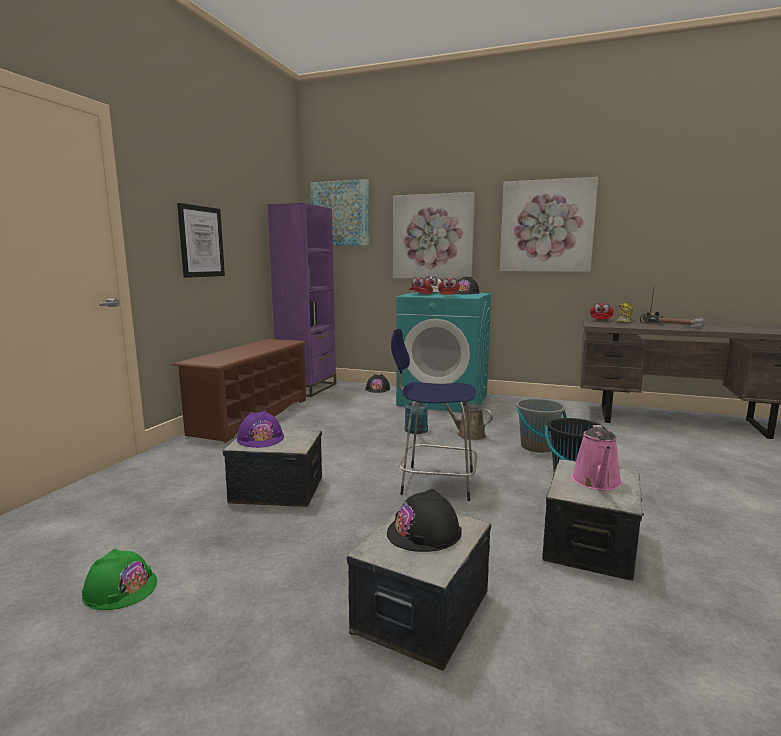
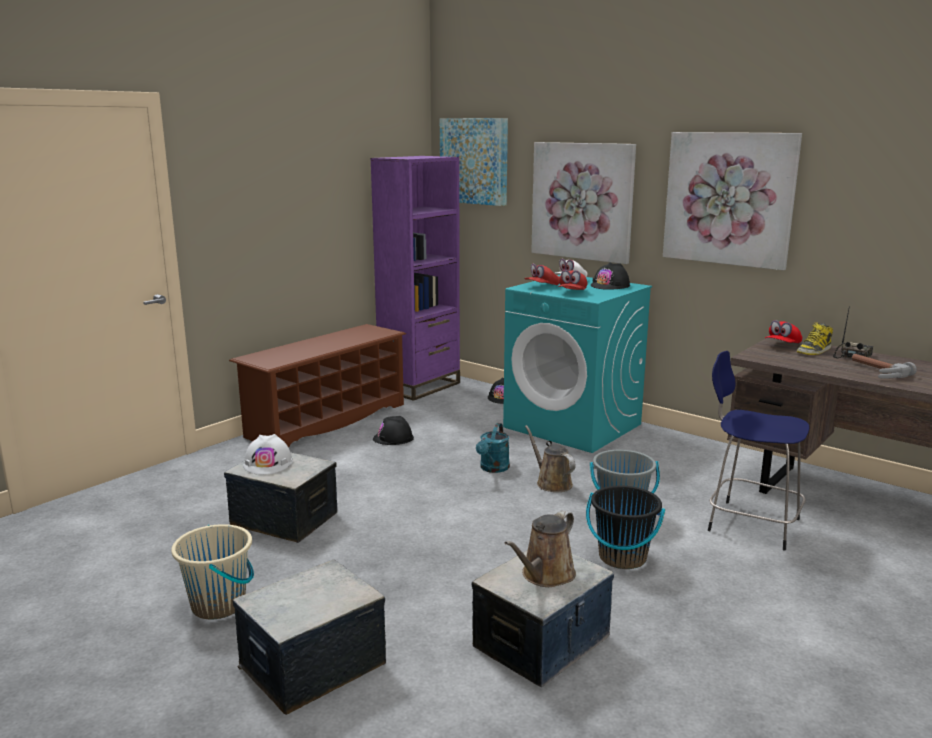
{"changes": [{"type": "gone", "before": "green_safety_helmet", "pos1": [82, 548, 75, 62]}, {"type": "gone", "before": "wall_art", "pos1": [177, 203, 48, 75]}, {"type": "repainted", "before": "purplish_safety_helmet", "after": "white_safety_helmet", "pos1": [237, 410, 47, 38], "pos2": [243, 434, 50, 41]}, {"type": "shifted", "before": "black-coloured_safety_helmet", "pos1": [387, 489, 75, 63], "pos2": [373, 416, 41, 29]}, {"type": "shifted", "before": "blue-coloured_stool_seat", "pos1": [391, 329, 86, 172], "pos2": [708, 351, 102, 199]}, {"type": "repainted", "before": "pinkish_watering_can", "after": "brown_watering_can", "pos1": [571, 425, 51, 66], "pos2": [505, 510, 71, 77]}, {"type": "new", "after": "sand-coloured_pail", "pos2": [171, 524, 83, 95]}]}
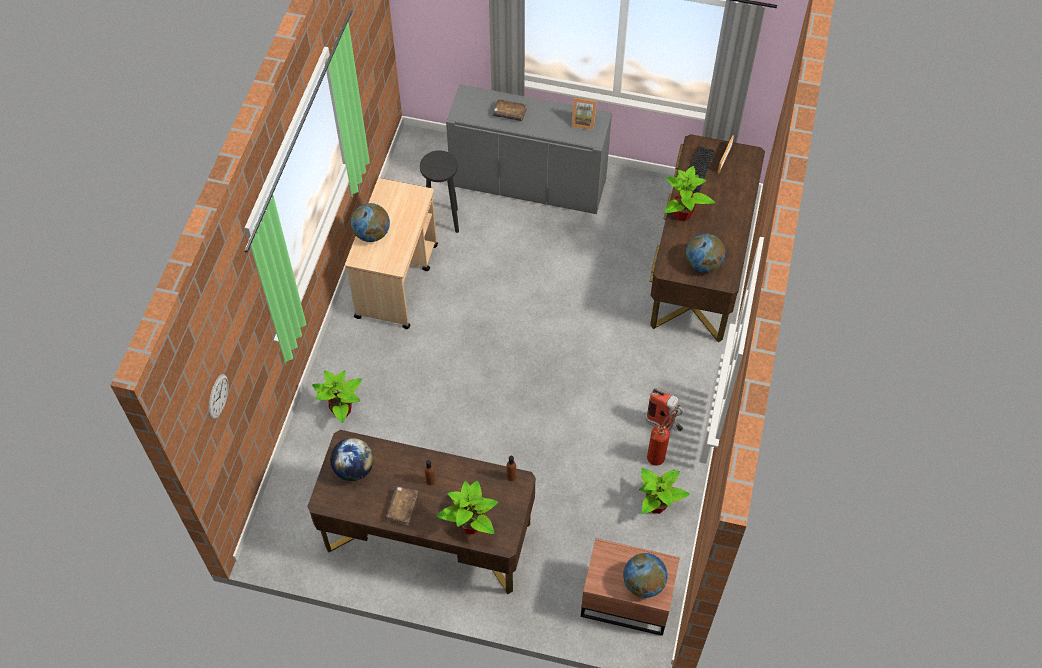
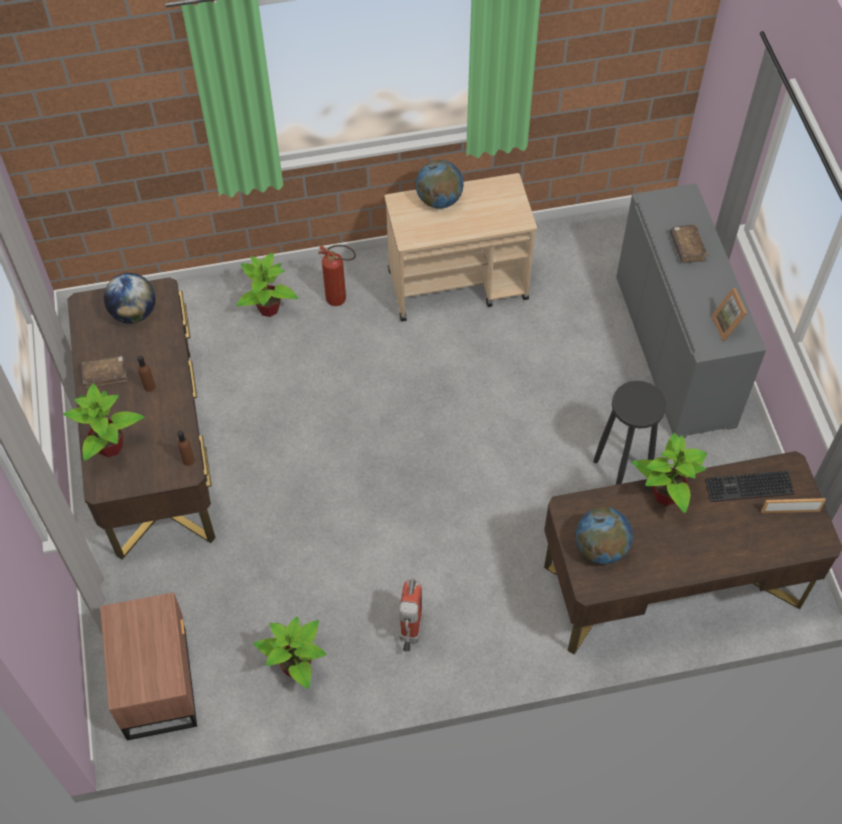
{"changes": [{"type": "gone", "before": "hanging_clock", "pos1": [209, 374, 20, 45]}, {"type": "shifted", "before": "black-coloured_stool_seat", "pos1": [420, 150, 39, 83], "pos2": [593, 381, 73, 104]}, {"type": "gone", "before": "world_globe", "pos1": [623, 553, 44, 45]}, {"type": "shifted", "before": "fire-fighting_cylinder", "pos1": [647, 409, 31, 57], "pos2": [317, 245, 39, 61]}]}
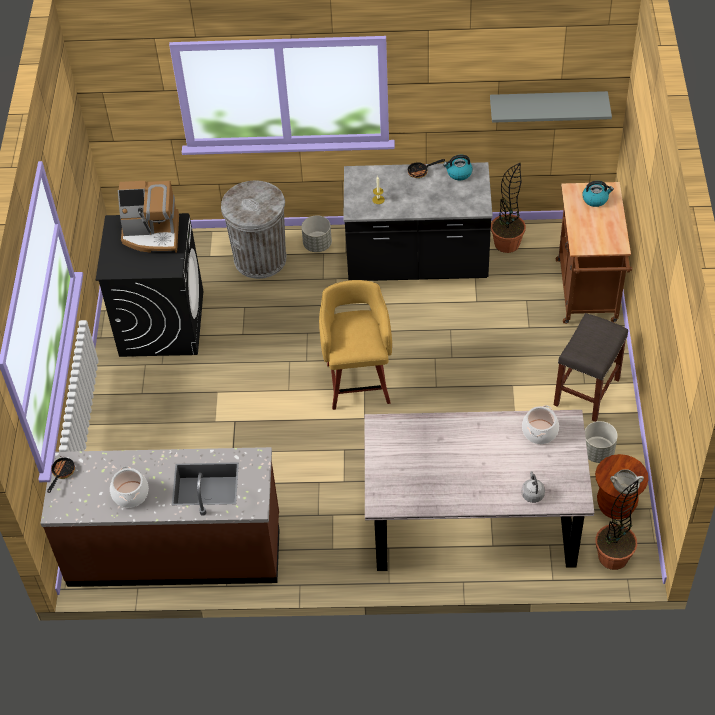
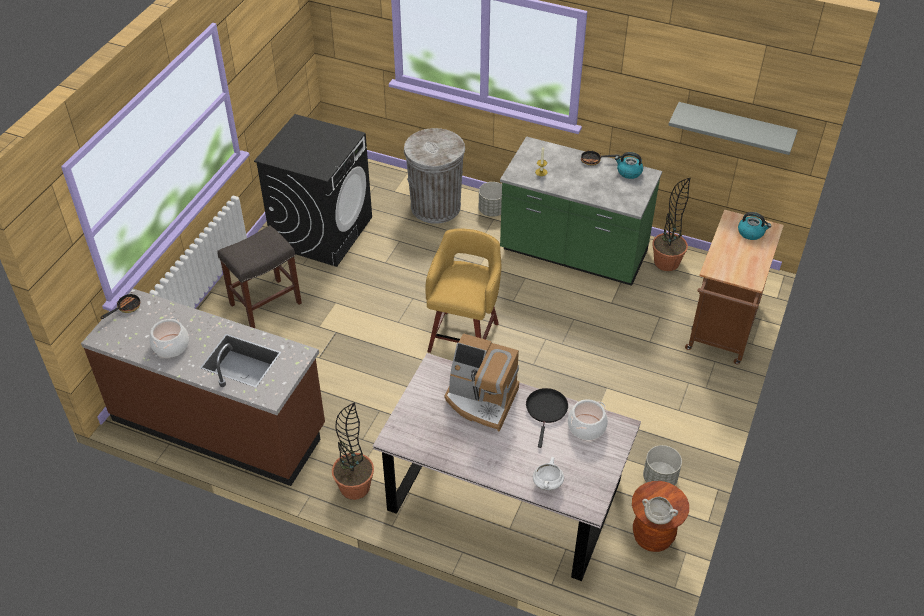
{"changes": [{"type": "shifted", "before": "coffee_machine", "pos1": [118, 181, 61, 72], "pos2": [444, 333, 75, 99]}, {"type": "repainted", "before": "black-coloured_kitchen_base_unit", "after": "green_kitchen_base_unit", "pos1": [344, 162, 149, 119], "pos2": [500, 136, 162, 150]}, {"type": "swapped", "before": "greyish_water_kettle", "after": "white_saucepot", "pos1": [522, 471, 23, 32], "pos2": [533, 457, 31, 33]}, {"type": "shifted", "before": "greyish_stool_seat", "pos1": [554, 313, 74, 109], "pos2": [217, 225, 85, 103]}, {"type": "shifted", "before": "plant_in_a_pot", "pos1": [595, 479, 44, 91], "pos2": [332, 402, 42, 98]}, {"type": "new", "after": "black-coloured_skillet", "pos2": [526, 388, 42, 60]}]}
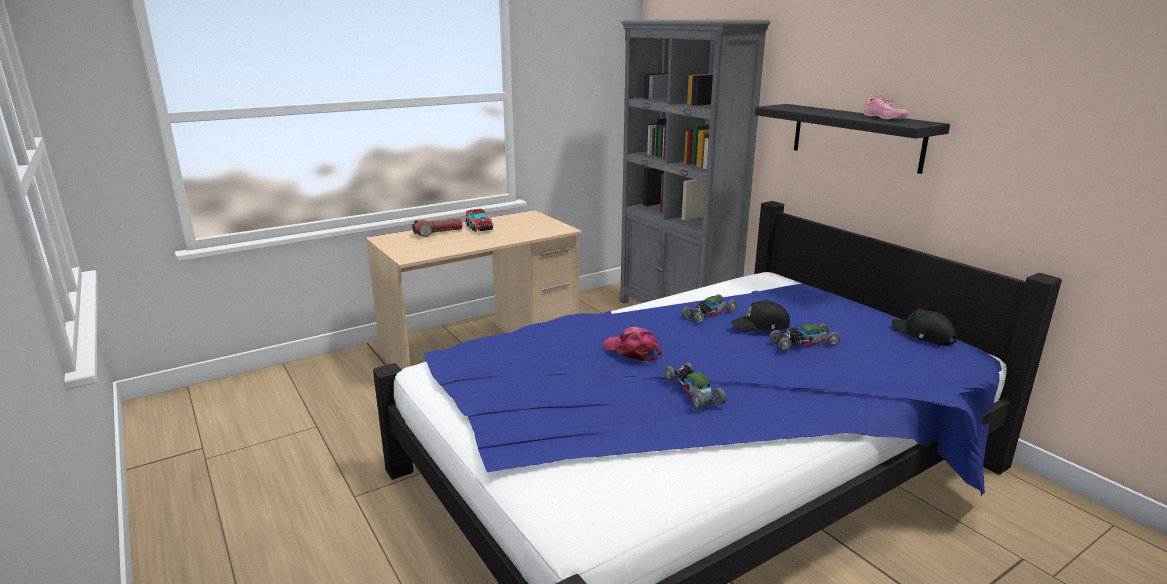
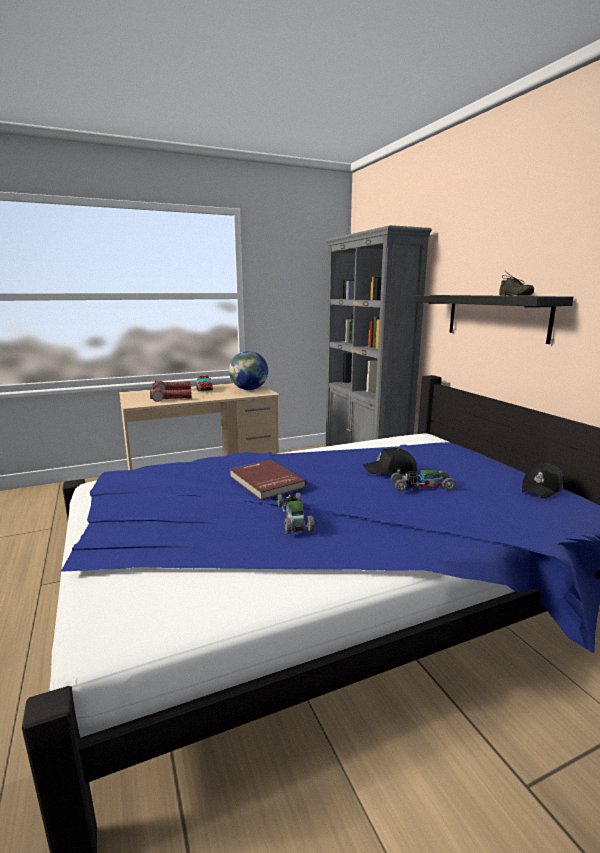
{"changes": [{"type": "swapped", "before": "pinkish_baseball_cap", "after": "red-coloured_book", "pos1": [604, 327, 59, 35], "pos2": [230, 460, 76, 40]}, {"type": "gone", "before": "model_car", "pos1": [681, 294, 56, 30]}, {"type": "repainted", "before": "pinkish_shoe", "after": "greyish_shoe", "pos1": [864, 91, 44, 28], "pos2": [499, 271, 35, 25]}, {"type": "rotated", "before": "black-coloured_baseball_cap", "pos1": [891, 309, 66, 37], "pos2": [522, 463, 41, 36], "turn": -105}, {"type": "new", "after": "flashlight", "pos2": [150, 388, 42, 14]}, {"type": "new", "after": "world_globe", "pos2": [229, 351, 39, 39]}]}
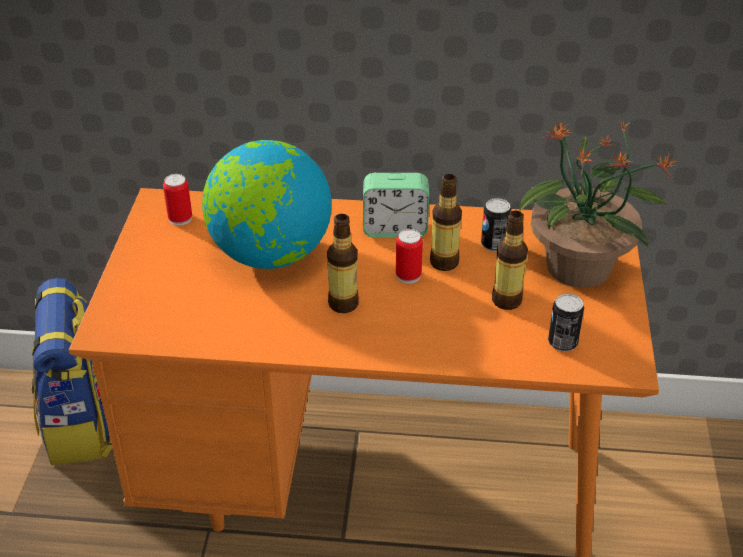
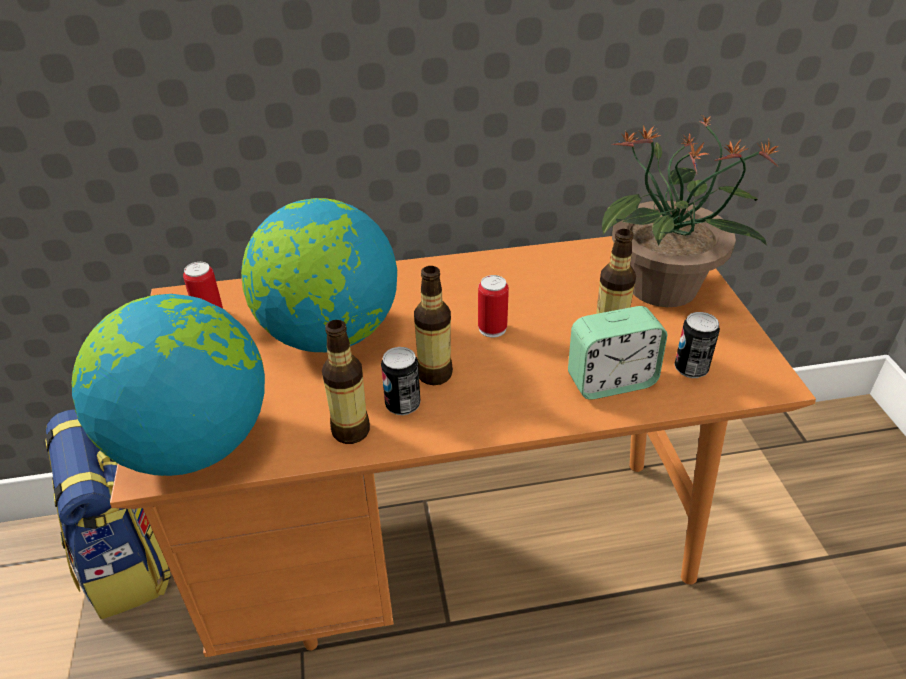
{"changes": [{"type": "shifted", "before": "alarm_clock", "pos1": [363, 173, 66, 65], "pos2": [568, 306, 99, 94]}, {"type": "shifted", "before": "drink_bottle", "pos1": [430, 174, 32, 97], "pos2": [322, 320, 48, 124]}, {"type": "shifted", "before": "metal_can", "pos1": [481, 198, 30, 54], "pos2": [381, 347, 39, 68]}, {"type": "new", "after": "world_globe", "pos2": [72, 294, 193, 182]}]}
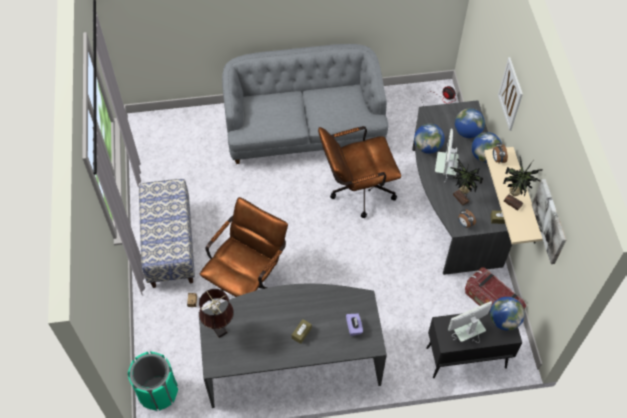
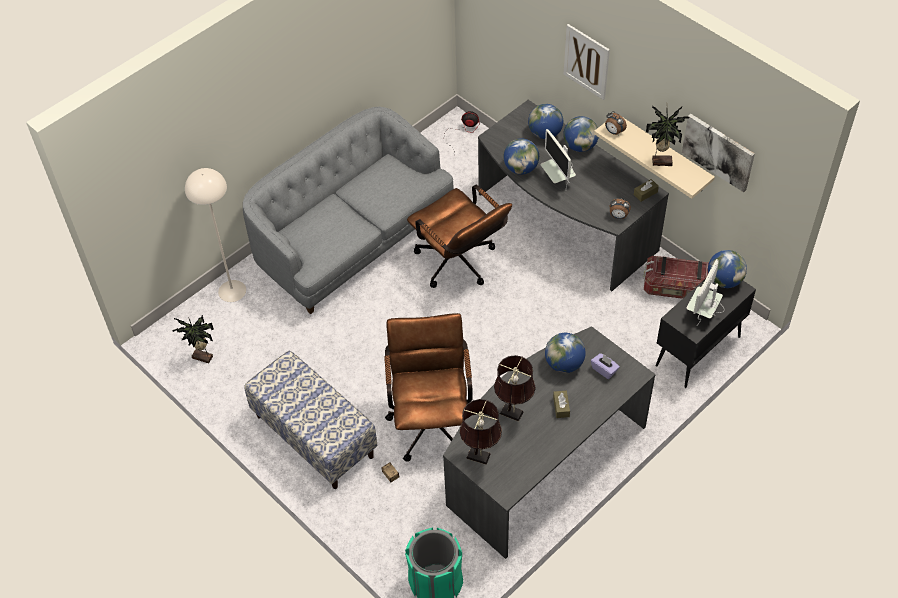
{"changes": [{"type": "rotated", "before": "brown_computer_chair", "pos1": [318, 126, 83, 92], "pos2": [407, 185, 105, 103], "turn": -75}, {"type": "shifted", "before": "plant_in_a_pot", "pos1": [451, 158, 32, 48], "pos2": [172, 315, 42, 48]}, {"type": "new", "after": "sand-coloured_standard_lamp", "pos2": [185, 168, 61, 134]}, {"type": "new", "after": "brown_lamp_for_a_table", "pos2": [494, 355, 42, 67]}, {"type": "new", "after": "world_globe", "pos2": [545, 333, 41, 40]}]}
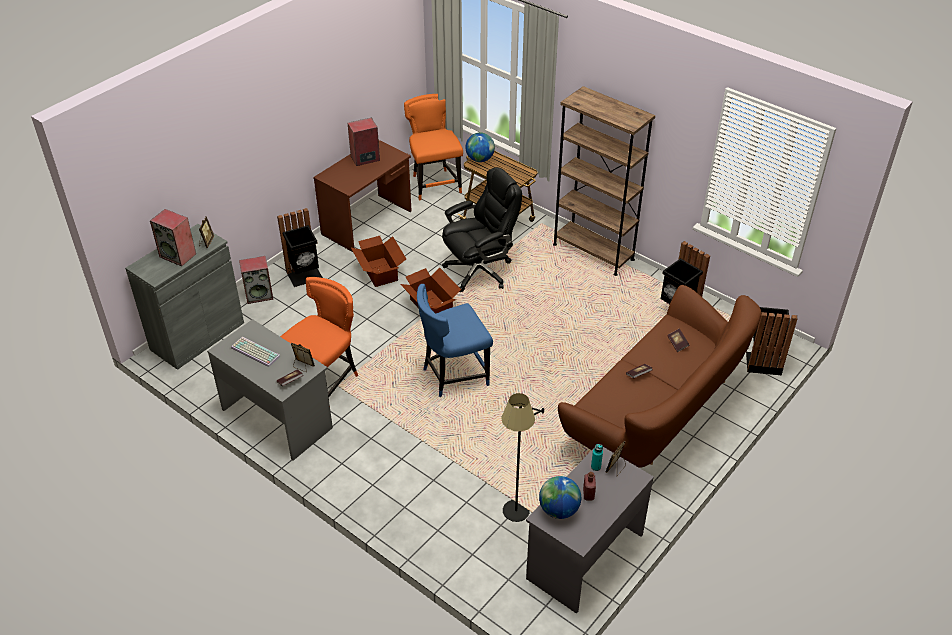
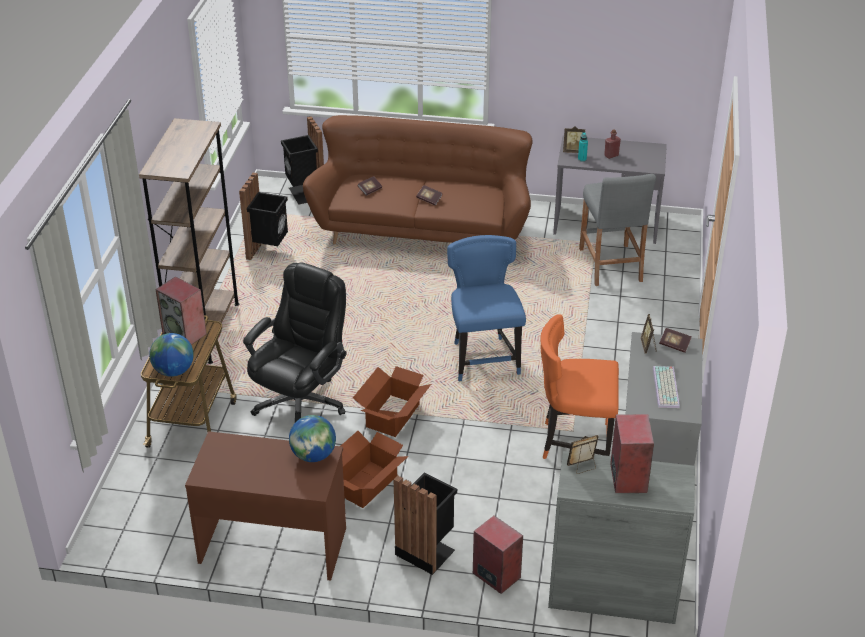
{"changes": [{"type": "shifted", "before": "speaker", "pos1": [348, 118, 32, 48], "pos2": [155, 277, 52, 68]}, {"type": "gone", "before": "orangey_chair", "pos1": [404, 94, 59, 106]}, {"type": "rotated", "before": "blue-coloured_chair", "pos1": [417, 284, 76, 113], "pos2": [447, 235, 79, 146], "turn": -135}, {"type": "rotated", "before": "black-coloured_computer_chair", "pos1": [442, 167, 80, 125], "pos2": [243, 262, 103, 160], "turn": 90}, {"type": "swapped", "before": "black-coloured_standard_lamp", "after": "greyish_stool_seat", "pos1": [501, 393, 43, 129], "pos2": [579, 174, 77, 112]}, {"type": "shifted", "before": "world_globe", "pos1": [539, 476, 42, 43], "pos2": [289, 415, 47, 47]}]}
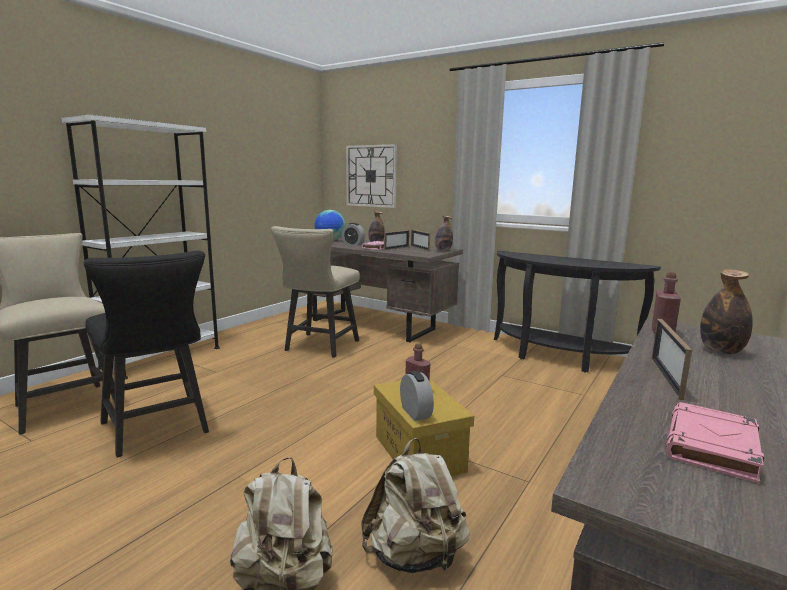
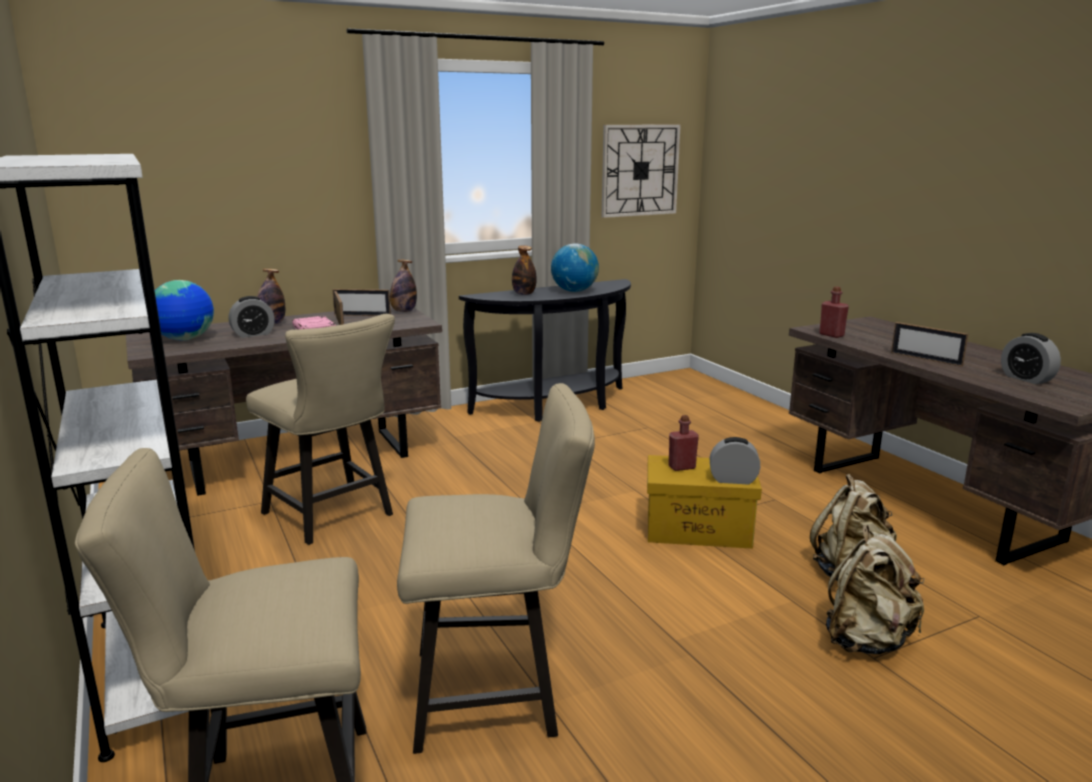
{"changes": [{"type": "repainted", "before": "black-coloured_chair", "after": "sand-coloured_chair", "pos1": [84, 251, 125, 207], "pos2": [397, 383, 198, 371]}, {"type": "shifted", "before": "hanging_clock", "pos1": [346, 144, 51, 64], "pos2": [602, 125, 79, 93]}, {"type": "swapped", "before": "pinkish_book", "after": "alarm_clock", "pos1": [666, 402, 98, 82], "pos2": [1001, 333, 60, 51]}, {"type": "shifted", "before": "drink_bottle", "pos1": [700, 269, 53, 85], "pos2": [512, 246, 25, 49]}, {"type": "new", "after": "world_globe", "pos2": [551, 244, 48, 48]}]}
